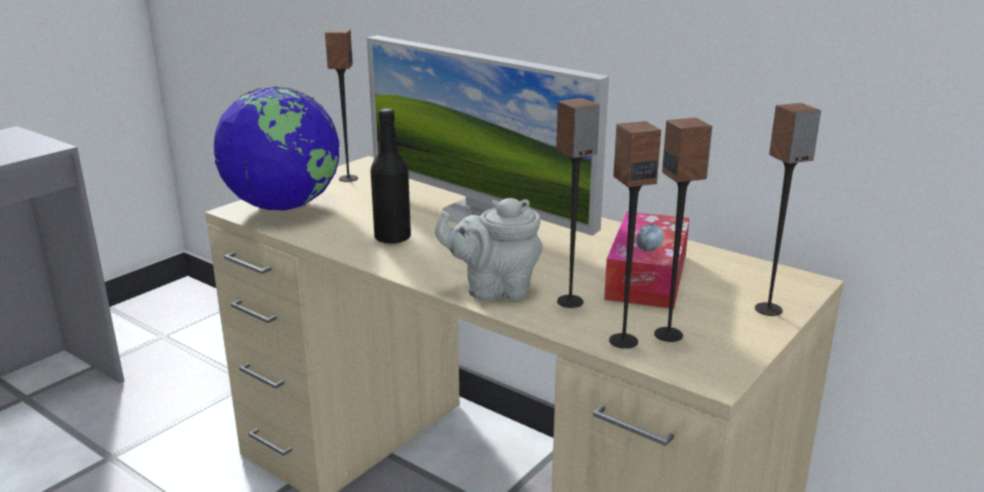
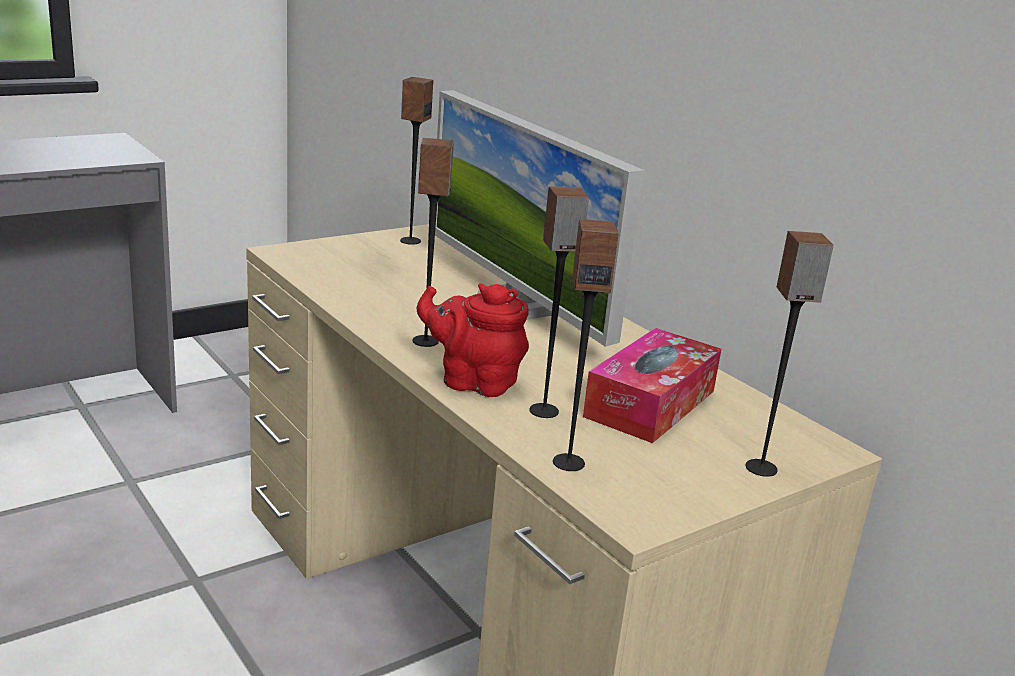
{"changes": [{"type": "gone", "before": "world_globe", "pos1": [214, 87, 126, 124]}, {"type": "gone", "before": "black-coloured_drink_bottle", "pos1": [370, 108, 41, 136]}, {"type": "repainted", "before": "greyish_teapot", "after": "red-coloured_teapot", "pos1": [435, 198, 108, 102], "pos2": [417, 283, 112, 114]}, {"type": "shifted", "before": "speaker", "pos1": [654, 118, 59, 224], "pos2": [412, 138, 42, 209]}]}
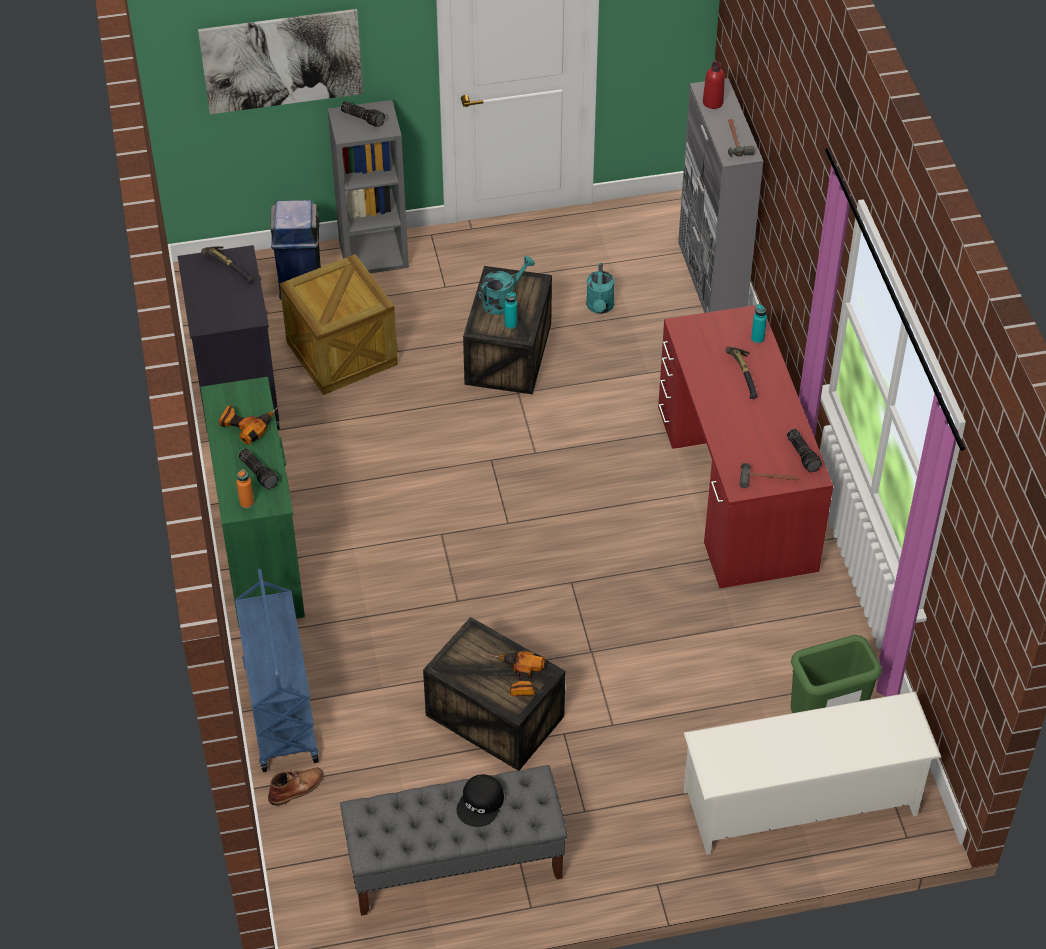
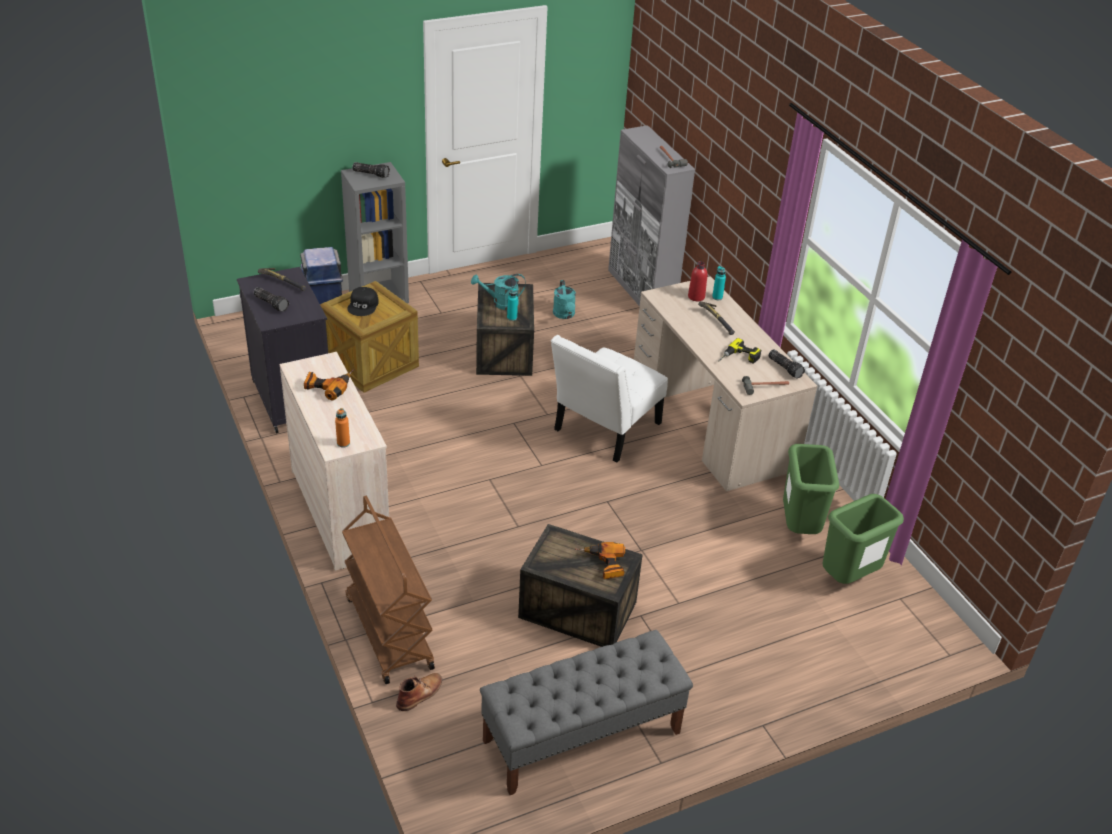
{"changes": [{"type": "gone", "before": "wall_art", "pos1": [198, 9, 165, 105]}, {"type": "repainted", "before": "green_chest_of_drawers", "after": "sand-coloured_chest_of_drawers", "pos1": [200, 377, 105, 249], "pos2": [279, 352, 110, 219]}, {"type": "repainted", "before": "blue-coloured_trolley", "after": "brown_trolley", "pos1": [235, 568, 84, 204], "pos2": [342, 496, 93, 188]}, {"type": "shifted", "before": "flashlight", "pos1": [239, 449, 40, 41], "pos2": [254, 287, 35, 25]}, {"type": "shifted", "before": "black-coloured_baseball_cap", "pos1": [457, 774, 47, 53], "pos2": [347, 287, 32, 29]}, {"type": "rotated", "before": "turquoise-coloured_watering_can", "pos1": [478, 256, 57, 59], "pos2": [471, 274, 55, 36], "turn": -135}, {"type": "repainted", "before": "red-coloured_desk_table", "after": "sand-coloured_desk_table", "pos1": [658, 304, 175, 284], "pos2": [634, 276, 183, 215]}, {"type": "gone", "before": "white_shoe_stand", "pos1": [683, 692, 258, 163]}, {"type": "shifted", "before": "red-coloured_drink_bottle", "pos1": [703, 62, 22, 47], "pos2": [688, 261, 19, 40]}, {"type": "new", "after": "white_chair", "pos2": [551, 335, 117, 127]}, {"type": "new", "after": "drill", "pos2": [718, 338, 43, 26]}, {"type": "new", "after": "green_waste_bin", "pos2": [783, 444, 56, 90]}]}
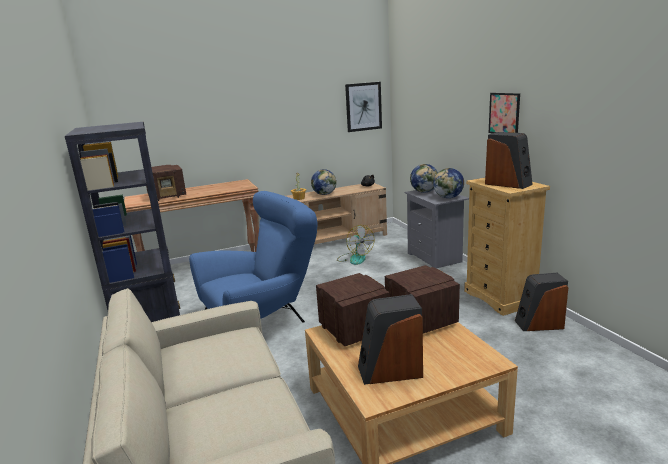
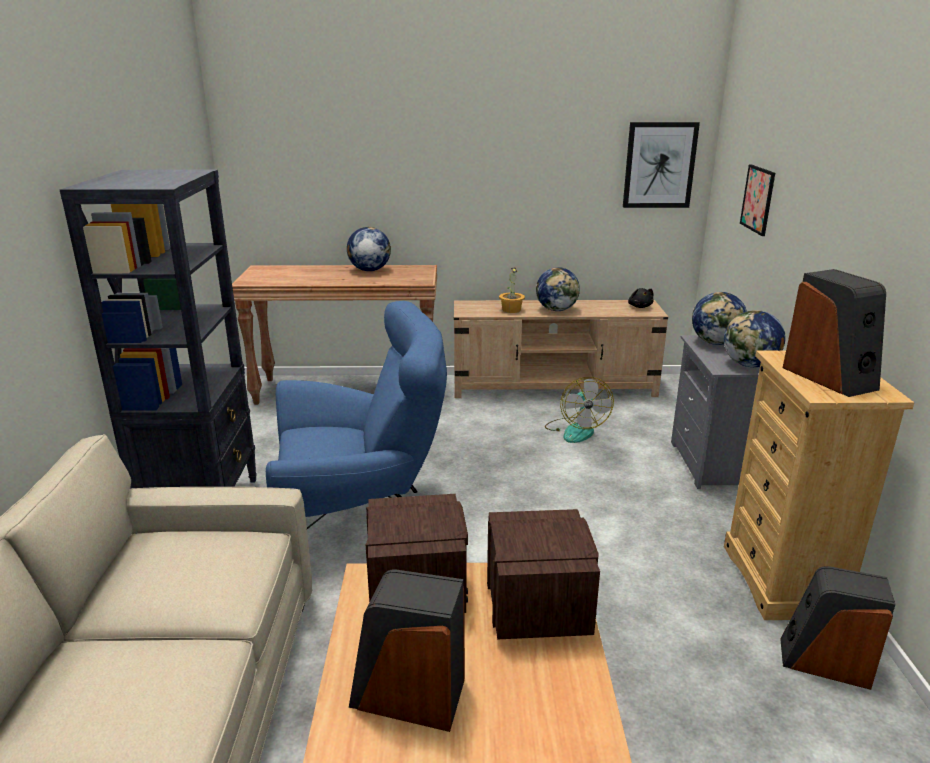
{"changes": [{"type": "gone", "before": "radio_set", "pos1": [146, 165, 40, 36]}, {"type": "shifted", "before": "wall_art", "pos1": [489, 93, 31, 40], "pos2": [740, 164, 35, 72]}, {"type": "new", "after": "world_globe", "pos2": [347, 227, 44, 44]}]}
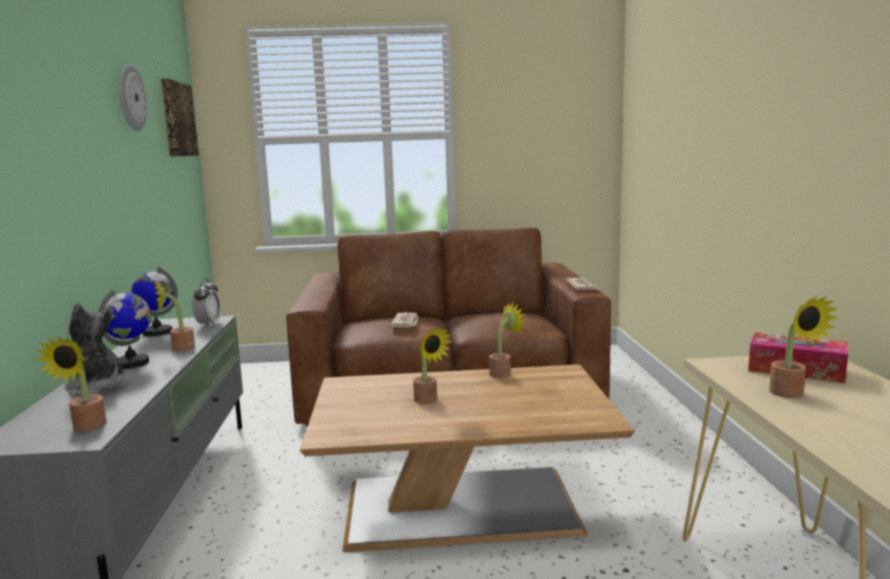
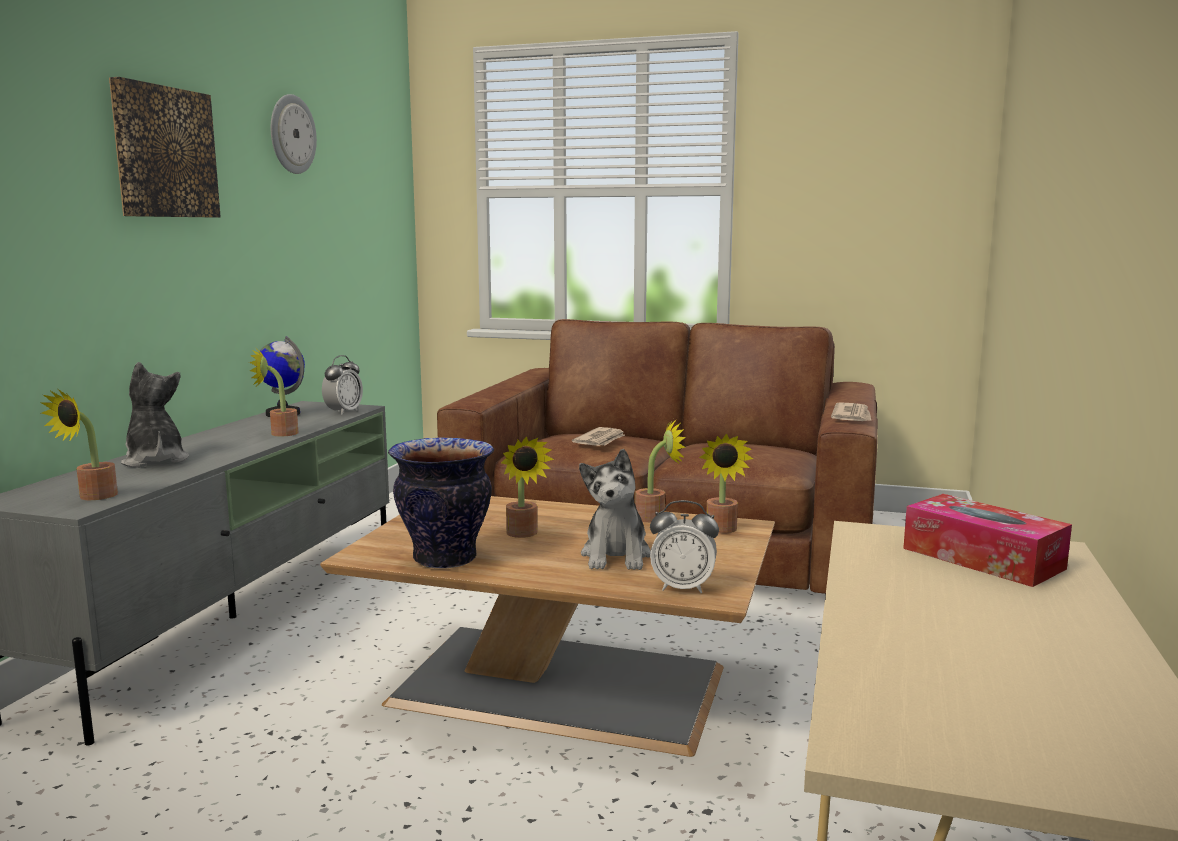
{"changes": [{"type": "gone", "before": "world_globe", "pos1": [98, 290, 53, 79]}, {"type": "shifted", "before": "wall_art", "pos1": [161, 78, 38, 78], "pos2": [109, 77, 112, 140]}, {"type": "shifted", "before": "plant_in_a_pot", "pos1": [769, 295, 70, 103], "pos2": [699, 433, 54, 101]}, {"type": "new", "after": "decorative_vase", "pos2": [388, 437, 106, 132]}, {"type": "new", "after": "cuddly_toy", "pos2": [579, 449, 72, 121]}, {"type": "new", "after": "alarm_clock", "pos2": [650, 500, 69, 93]}]}
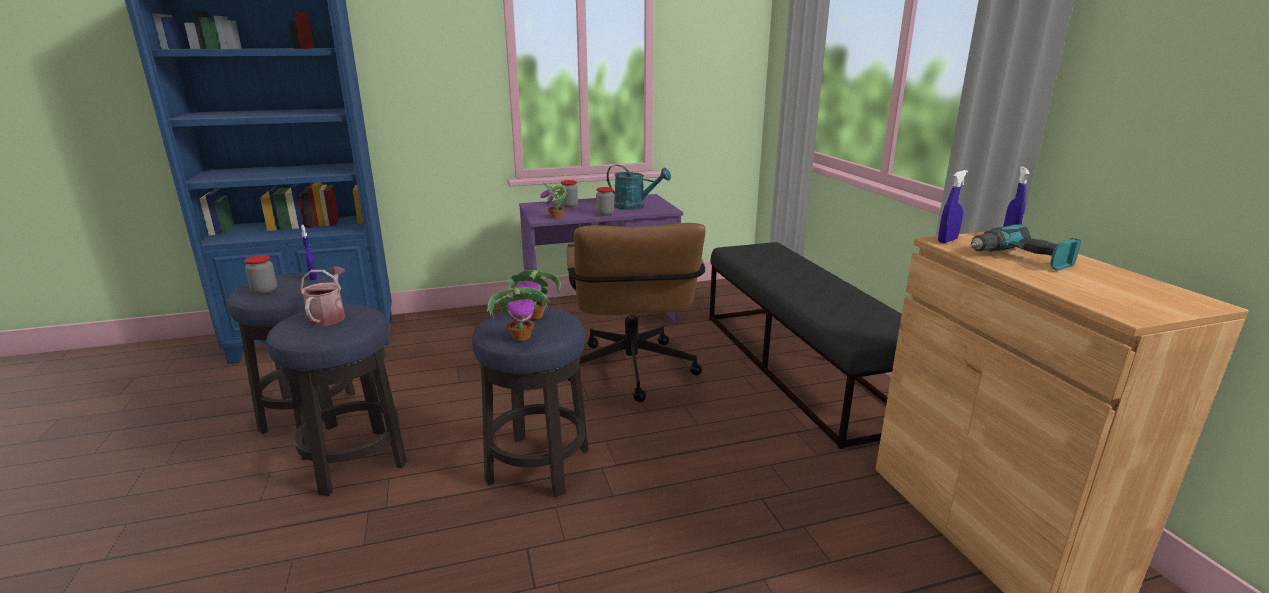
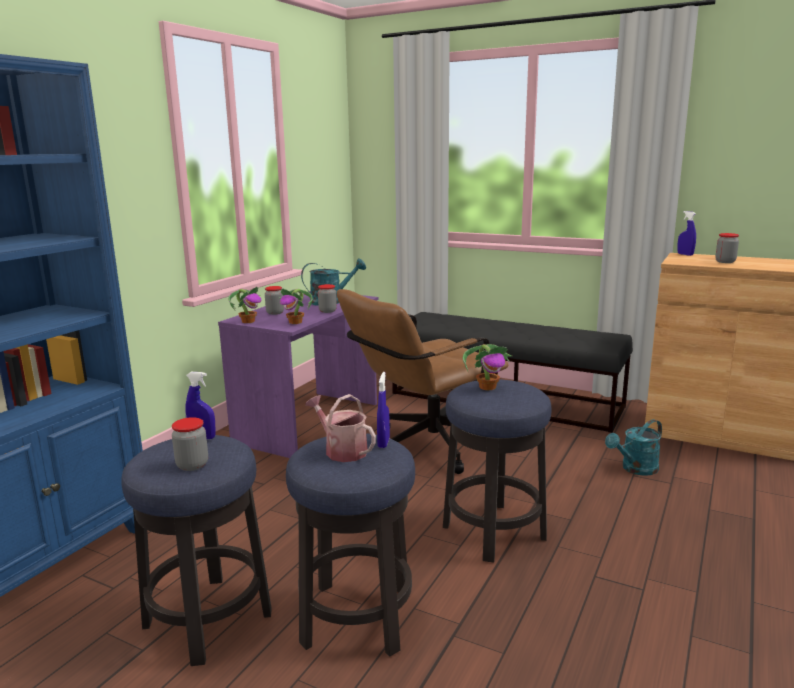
{"changes": [{"type": "shifted", "before": "plant_in_a_pot", "pos1": [487, 287, 64, 54], "pos2": [228, 287, 33, 36]}, {"type": "rotated", "before": "brown_computer_chair", "pos1": [567, 223, 139, 179], "pos2": [337, 289, 171, 185], "turn": 105}, {"type": "shifted", "before": "blue-coloured_sprayer", "pos1": [938, 170, 30, 73], "pos2": [377, 372, 13, 76]}, {"type": "swapped", "before": "drill", "after": "preserve_jar", "pos1": [970, 224, 111, 46], "pos2": [715, 233, 24, 30]}, {"type": "new", "after": "turquoise-coloured_watering_can", "pos2": [605, 419, 57, 57]}]}
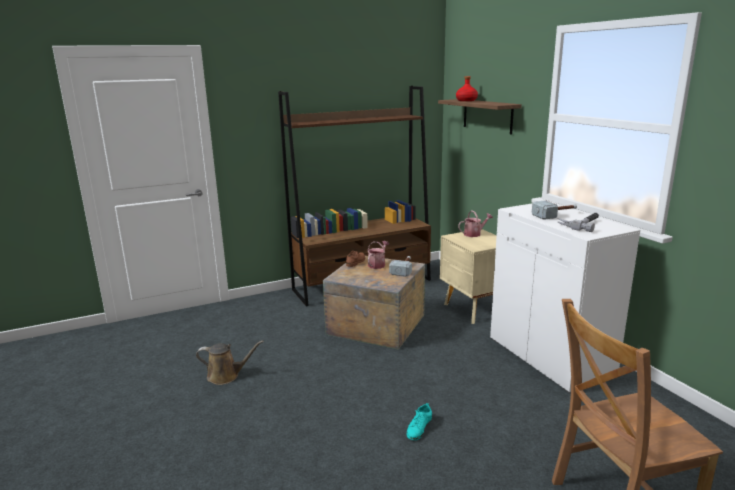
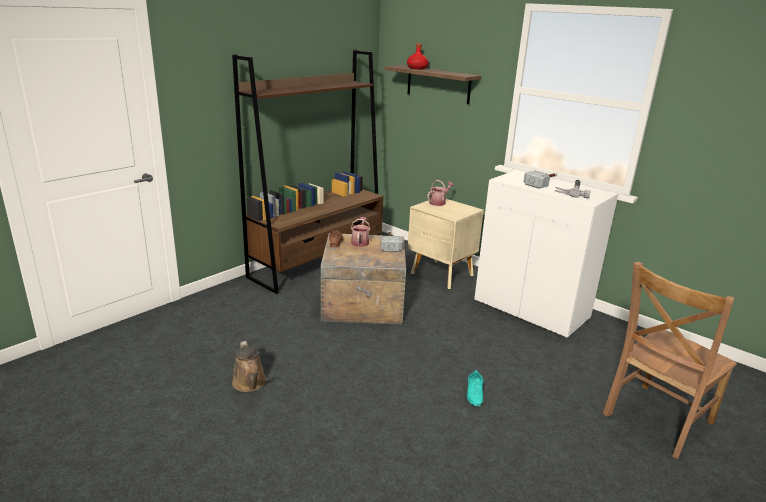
{"changes": [{"type": "rotated", "before": "brown_watering_can", "pos1": [196, 340, 67, 45], "pos2": [232, 341, 34, 51], "turn": 90}]}
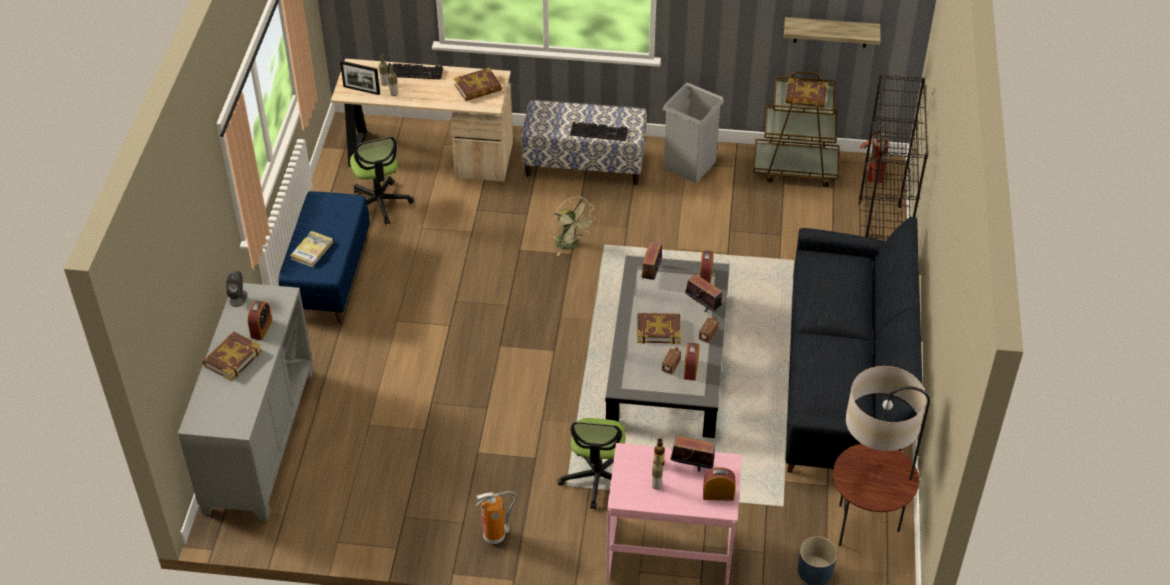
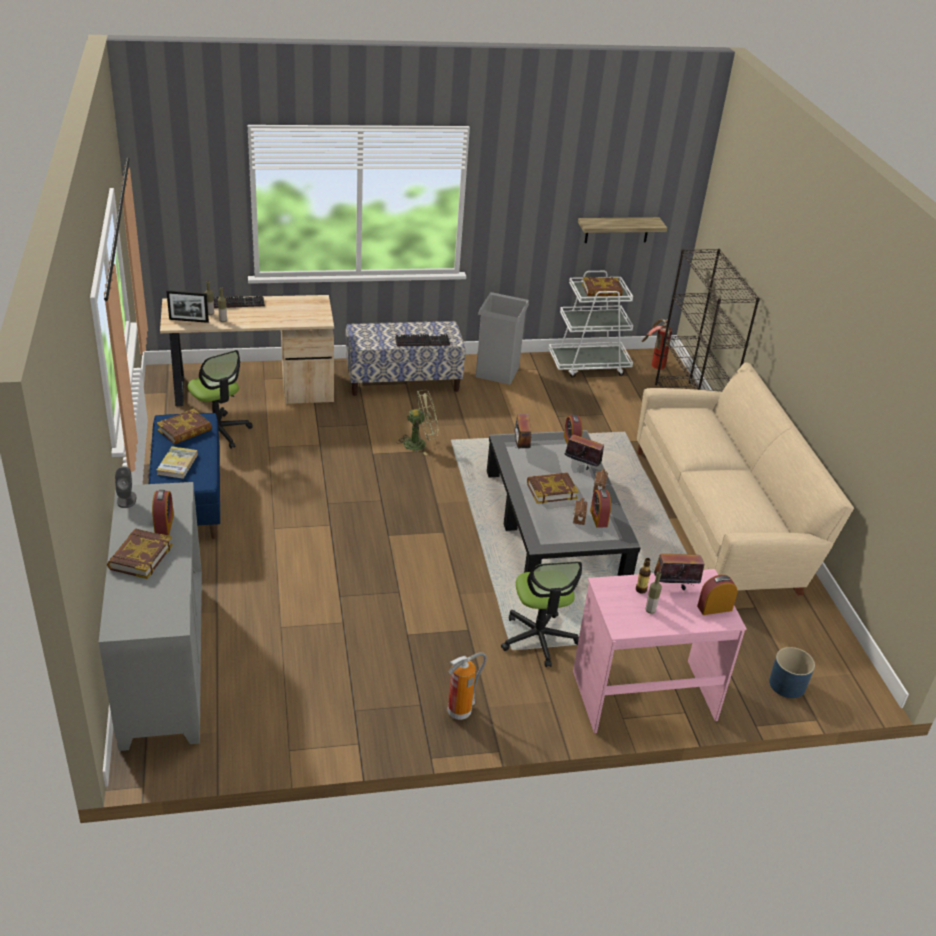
{"changes": [{"type": "shifted", "before": "book", "pos1": [454, 68, 48, 33], "pos2": [157, 409, 55, 36]}, {"type": "rotated", "before": "green_fan", "pos1": [551, 196, 45, 60], "pos2": [396, 390, 42, 65], "turn": -45}, {"type": "repainted", "before": "brown_trolley", "after": "white_trolley", "pos1": [753, 71, 87, 116], "pos2": [549, 271, 84, 107]}, {"type": "repainted", "before": "black-coloured_sofa", "after": "sand-coloured_sofa", "pos1": [785, 217, 137, 256], "pos2": [637, 362, 217, 233]}, {"type": "gone", "before": "standard_lamp", "pos1": [833, 366, 97, 180]}]}
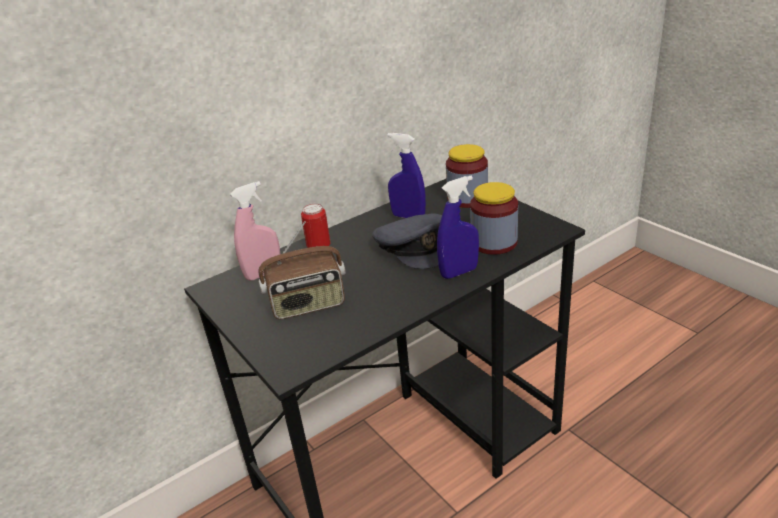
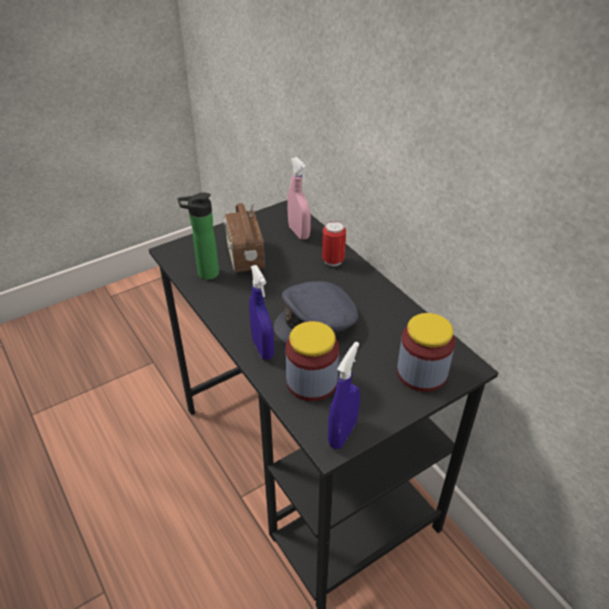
{"changes": [{"type": "shifted", "before": "blue-coloured_sprayer", "pos1": [387, 133, 39, 85], "pos2": [328, 342, 32, 107]}, {"type": "new", "after": "drink_bottle", "pos2": [177, 192, 42, 88]}]}
